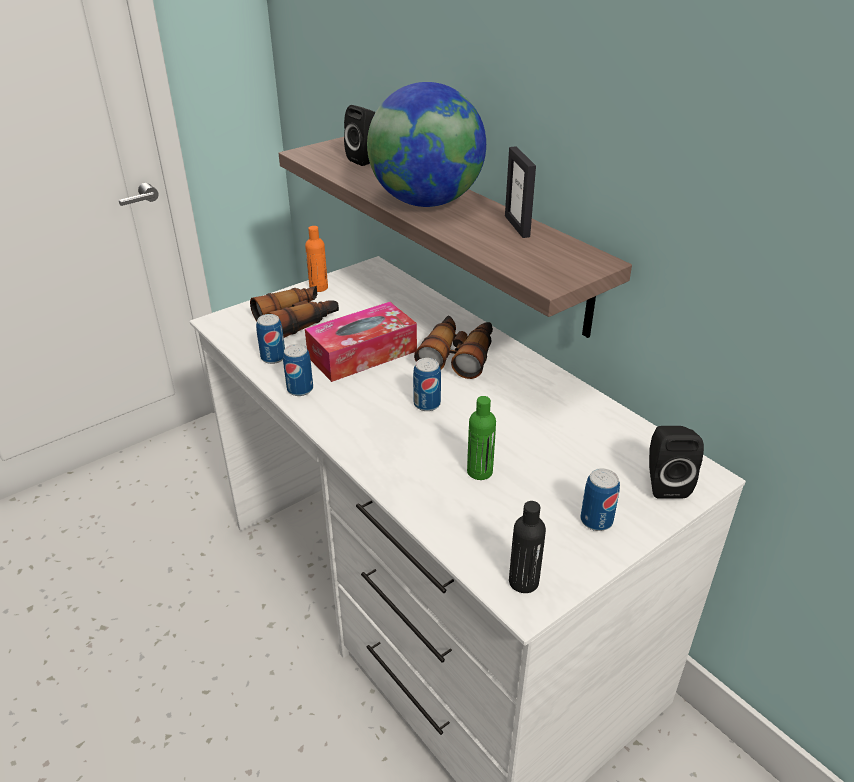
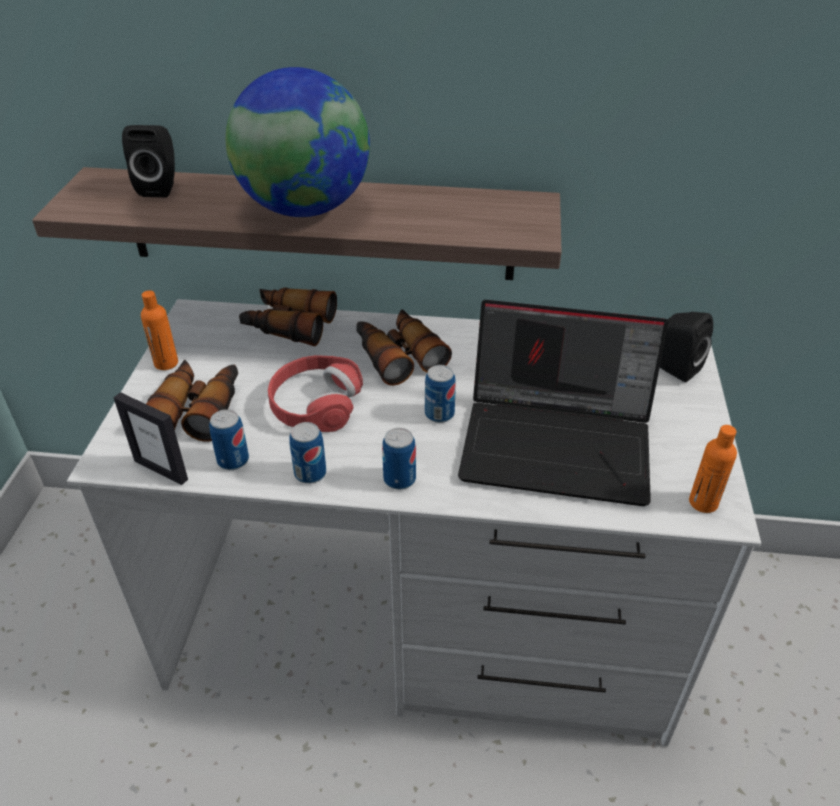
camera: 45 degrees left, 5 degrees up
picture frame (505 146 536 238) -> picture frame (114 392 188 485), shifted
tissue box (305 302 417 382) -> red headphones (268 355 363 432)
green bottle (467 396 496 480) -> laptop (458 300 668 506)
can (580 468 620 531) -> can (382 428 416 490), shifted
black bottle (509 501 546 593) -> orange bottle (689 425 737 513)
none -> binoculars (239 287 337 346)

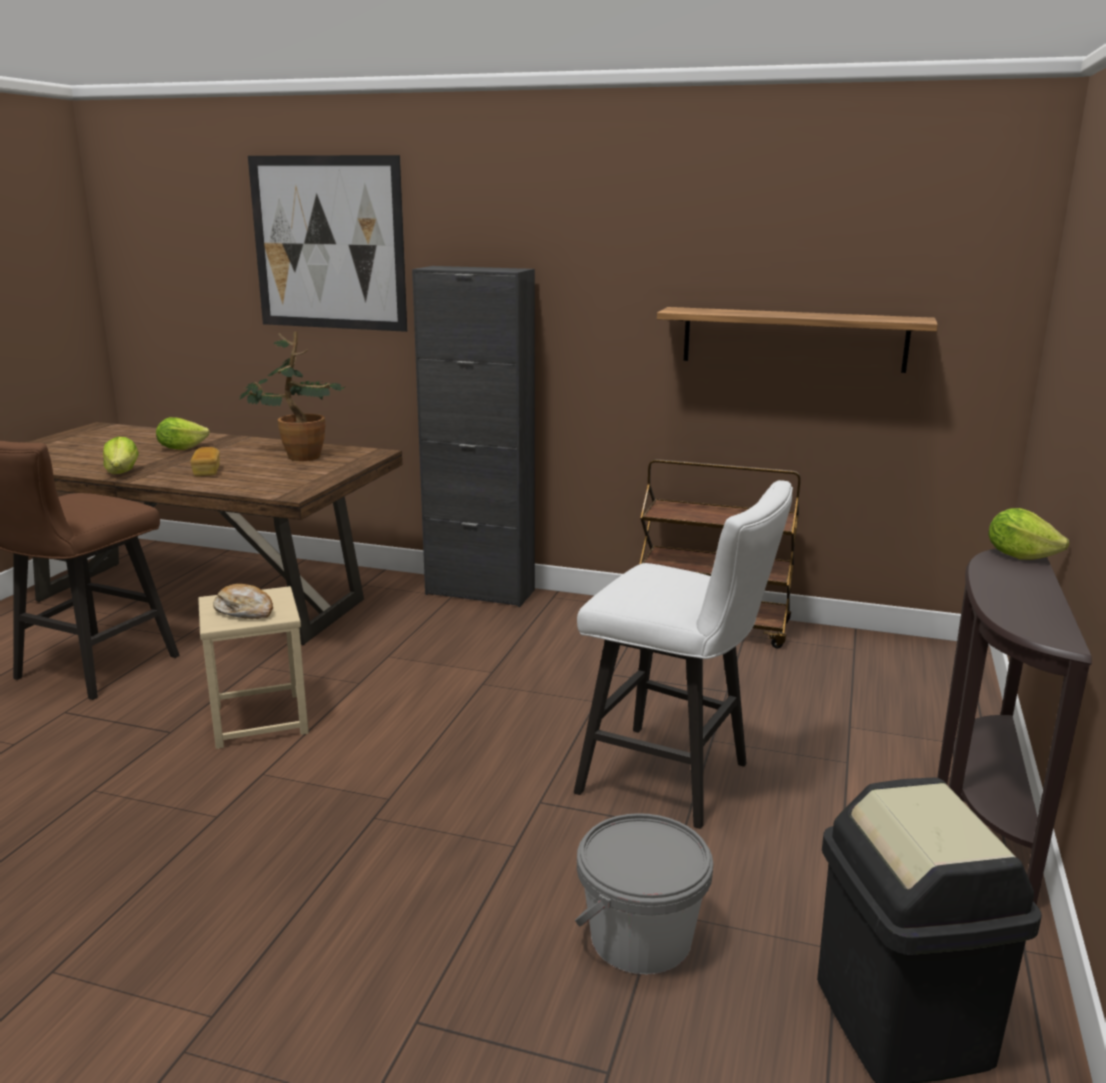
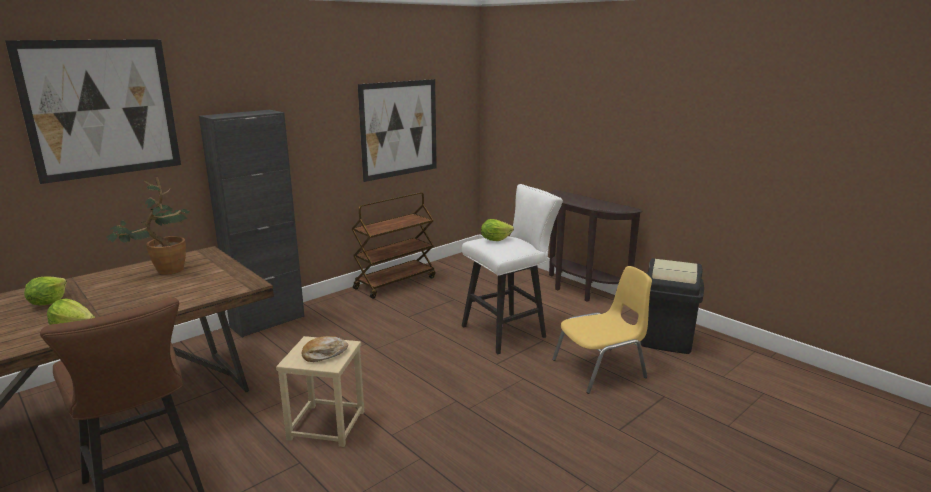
camera: 60 degrees left, 0 degrees up
shelf (657 307 938 373) -> picture (358 79 437 182)
bread (190 447 220 476) -> none
lettuce (988 508 1069 560) -> lettuce (481 219 514 241), shifted
grey bucket (575 813 713 974) -> yellow chair (552 266 652 394)

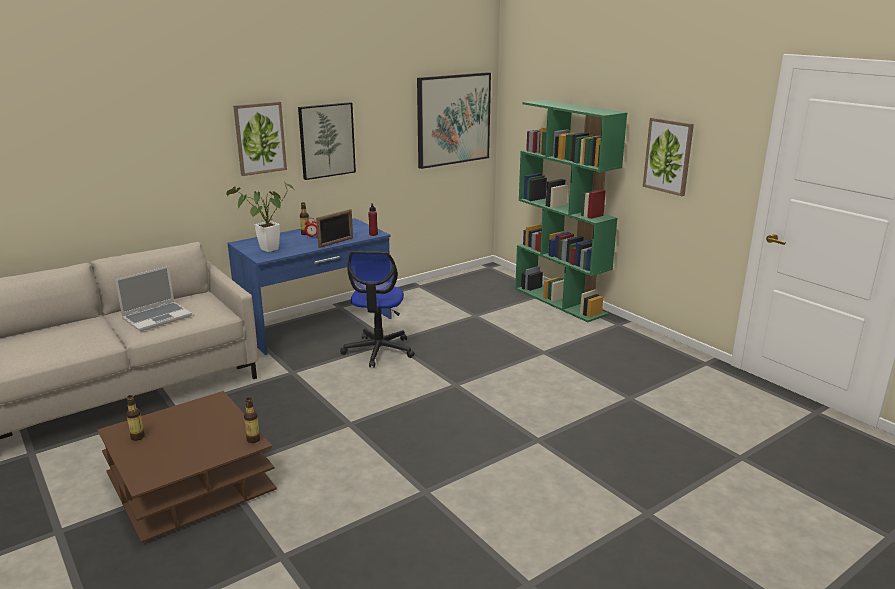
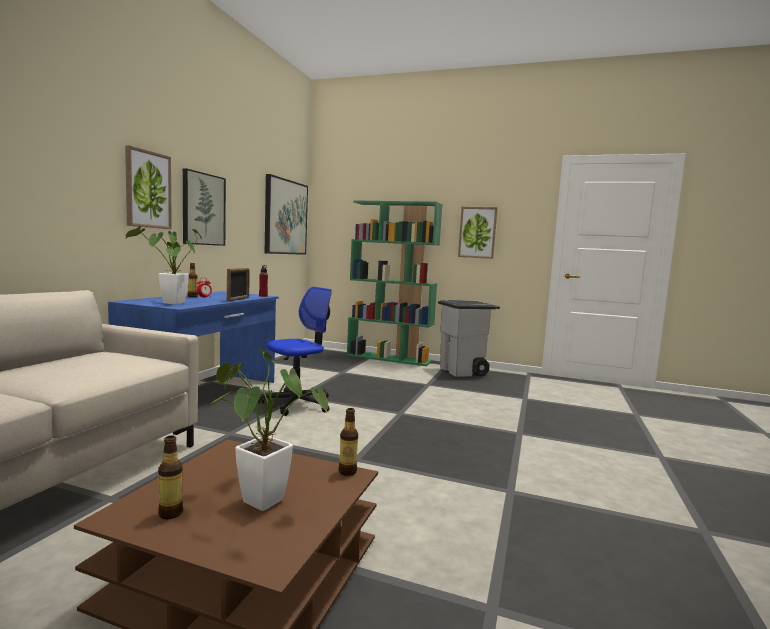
camera: 35 degrees left, 15 degrees down
office chair (340 251 415 368) -> office chair (258 287 332 416), 105 degrees counterclockwise
laptop (115 266 192 331) -> none
none -> grey trash can (438 300 500 377)
none -> potted plant (206 347 328 511)

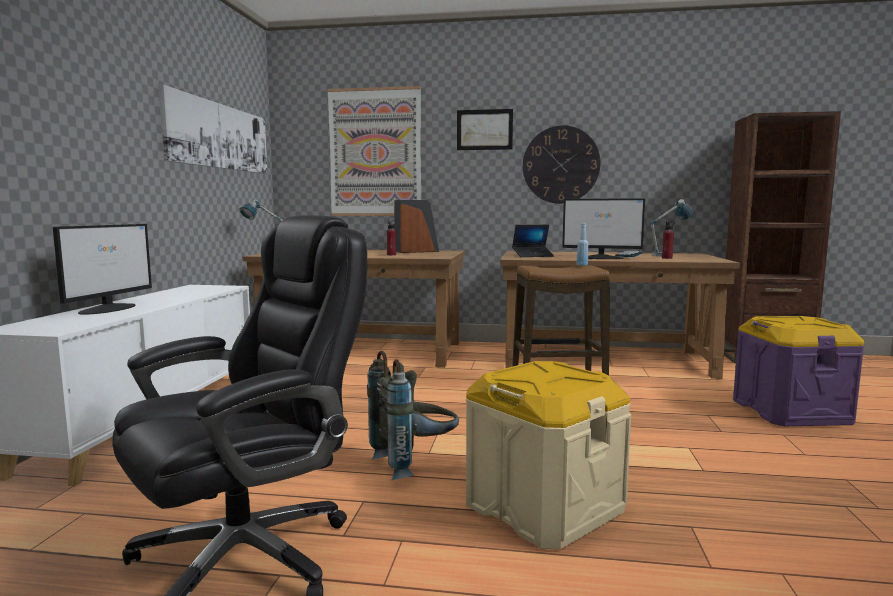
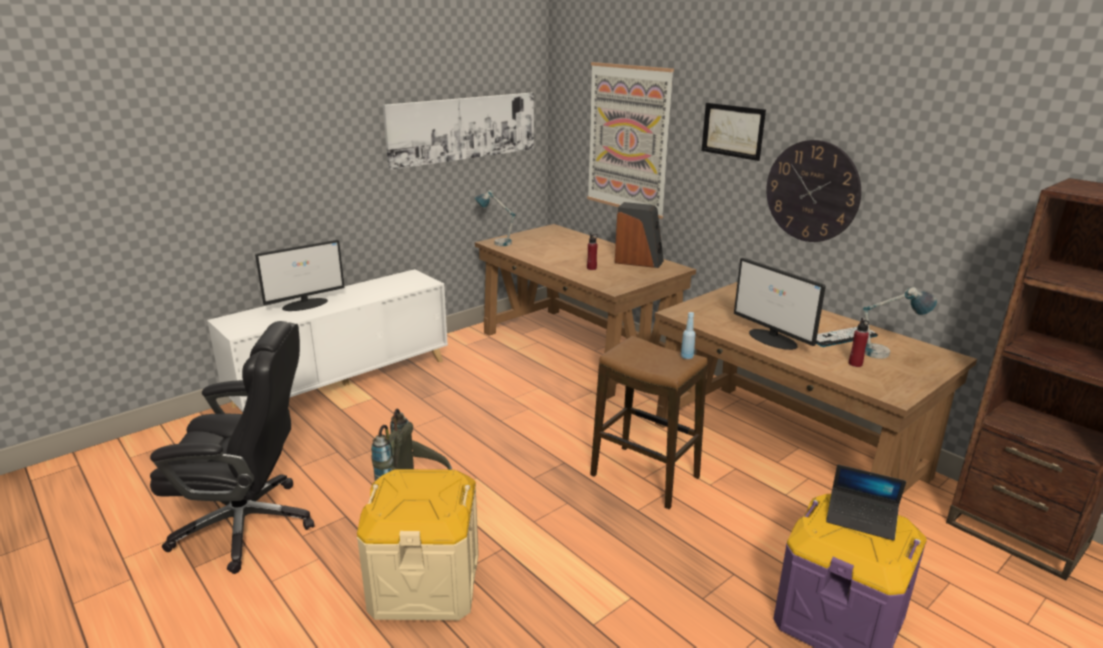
camera: 40 degrees right, 15 degrees up
laptop (512 225 554 257) -> laptop (826 464 906 541), shifted

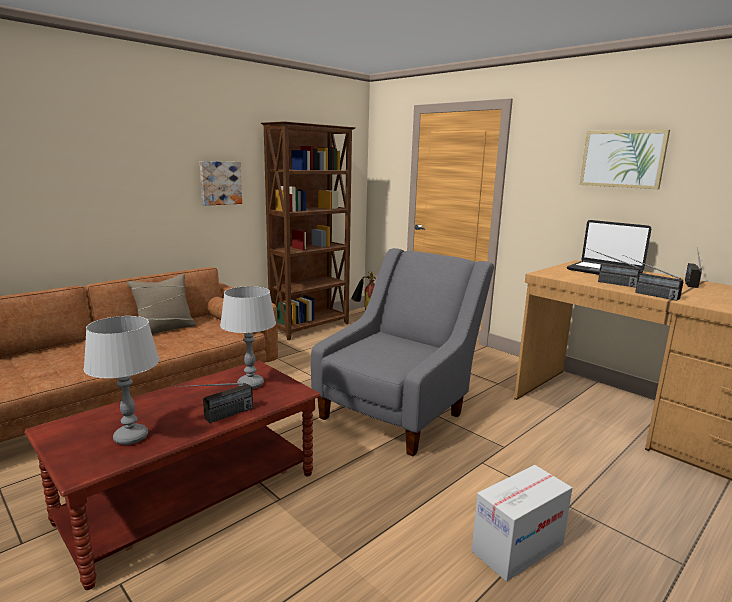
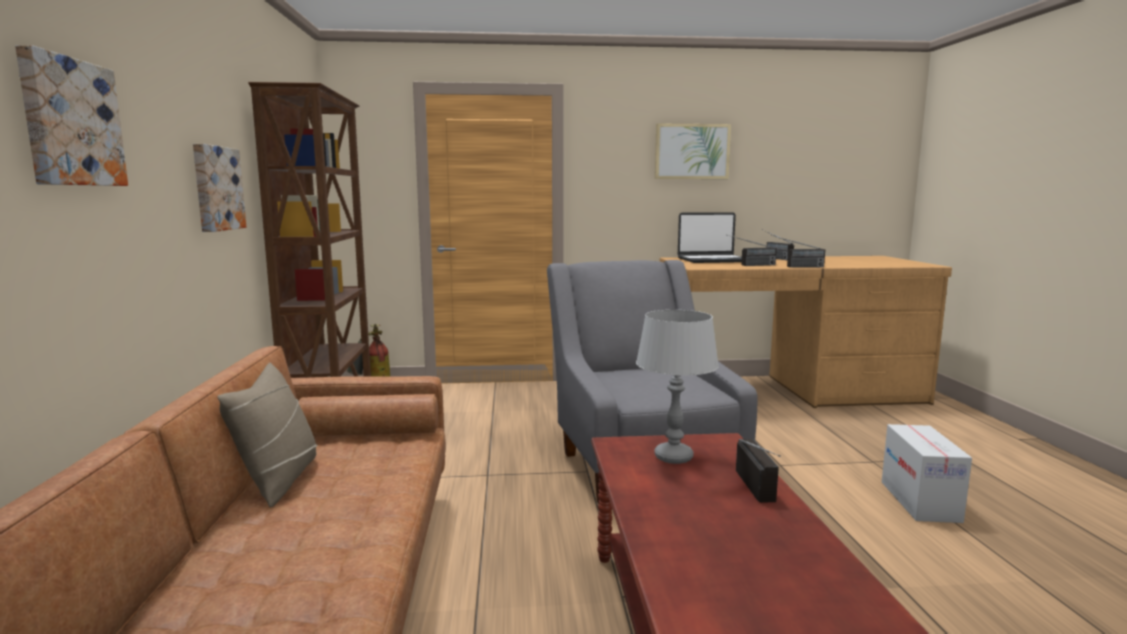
camera: 50 degrees left, 5 degrees down
grey table lamp (83 316 160 445) -> none
none -> picture (15 45 128 186)

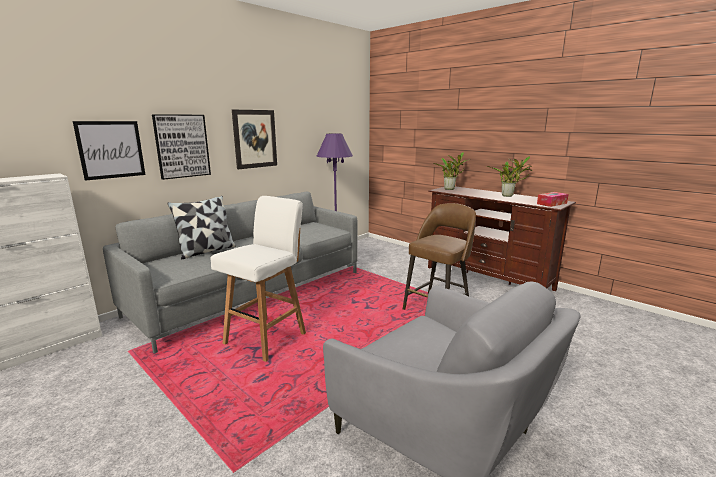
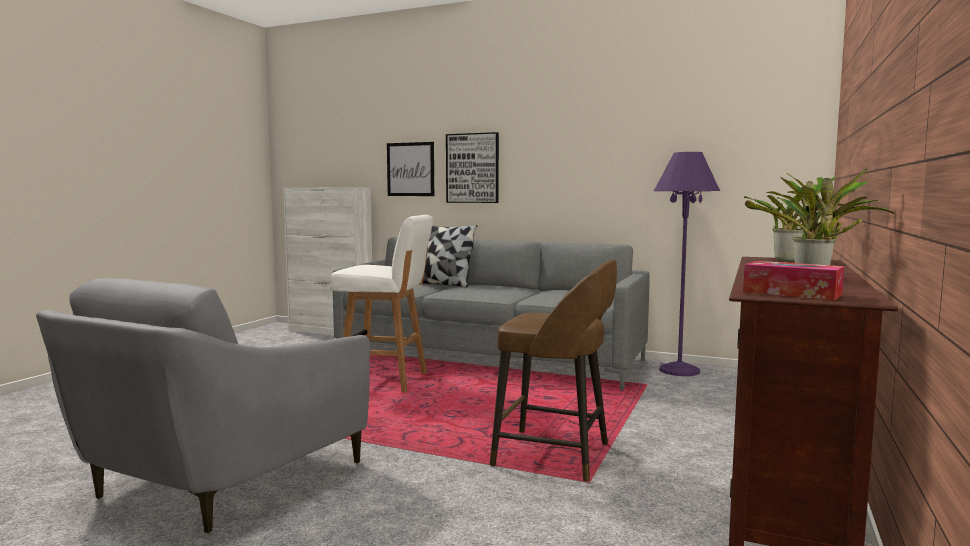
camera: 70 degrees right, 10 degrees down
picture (232 110 277 169) -> none

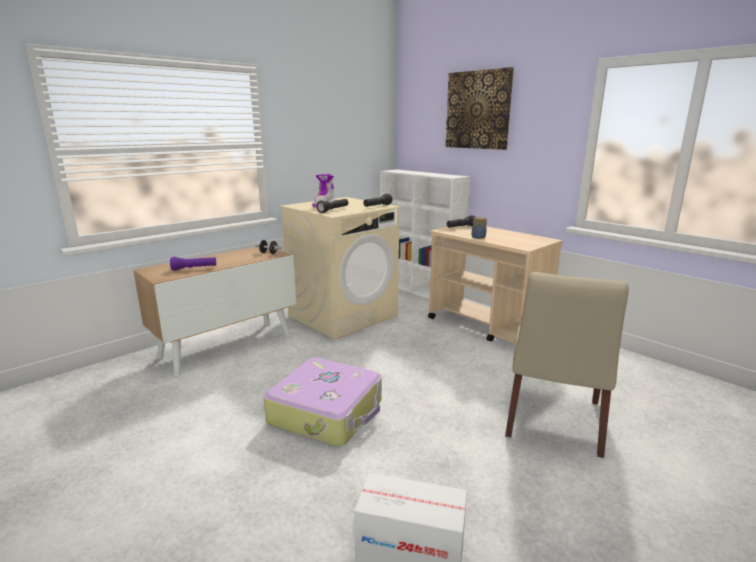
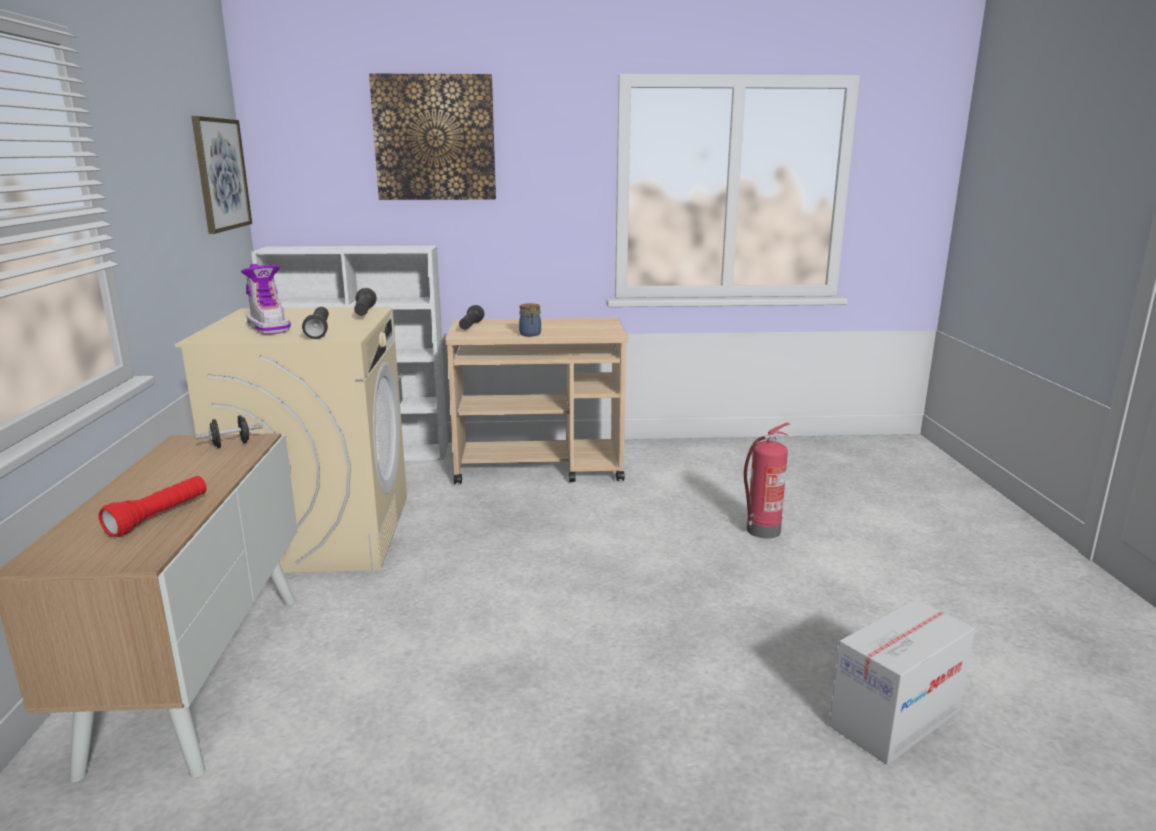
camera: 50 degrees left, 0 degrees up
purple flashlight (170 257 216 271) -> red flashlight (99 476 207 537)
beige chair (505 272 629 458) -> fire extinguisher (744 423 790 539)
suitcase (264 358 382 447) -> none
none -> picture (192 116 252 234)

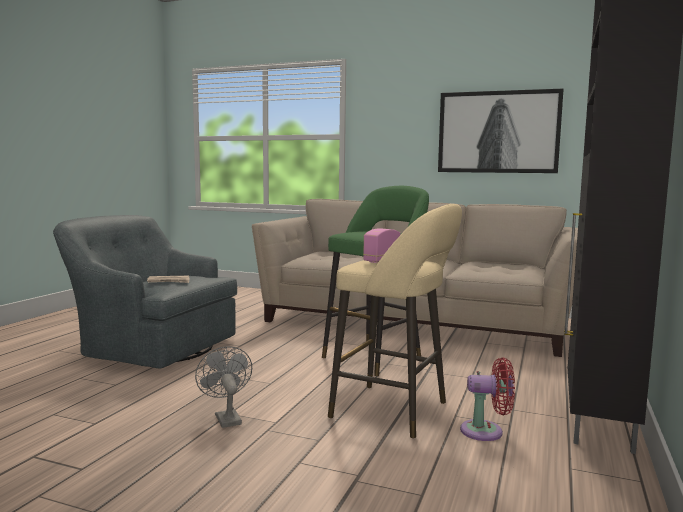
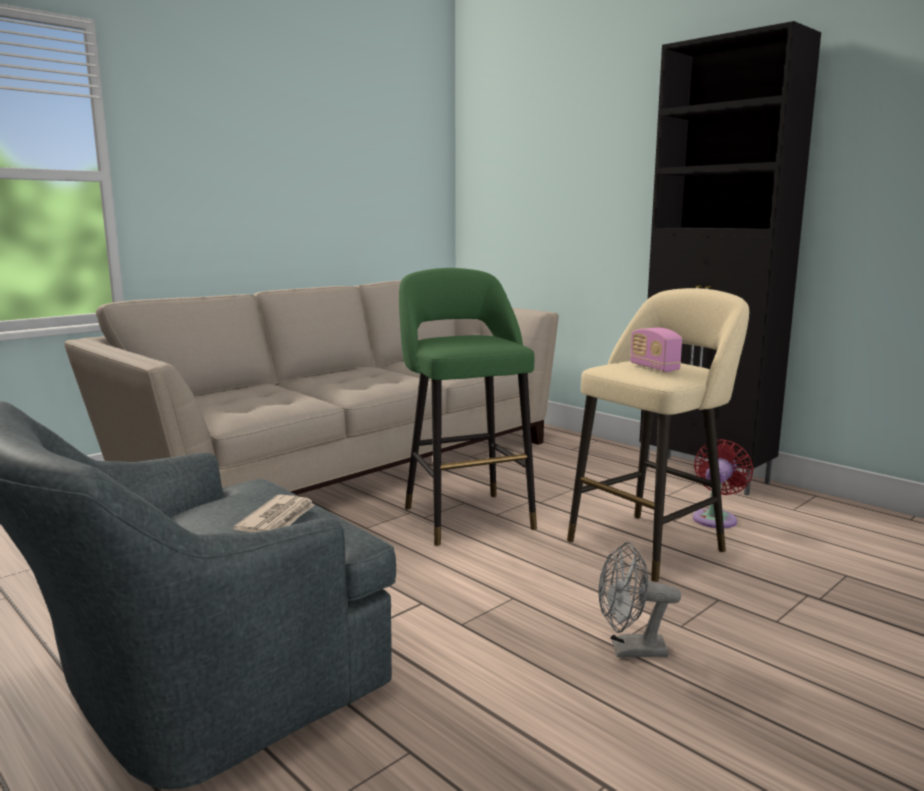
camera: 65 degrees left, 5 degrees up
picture (438 88 564 173) -> none

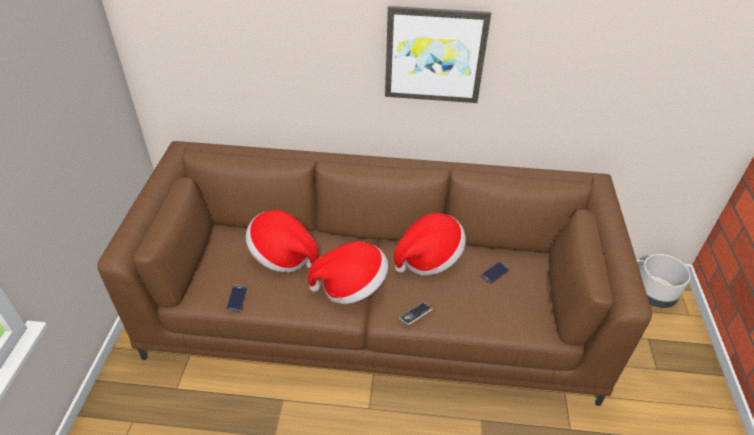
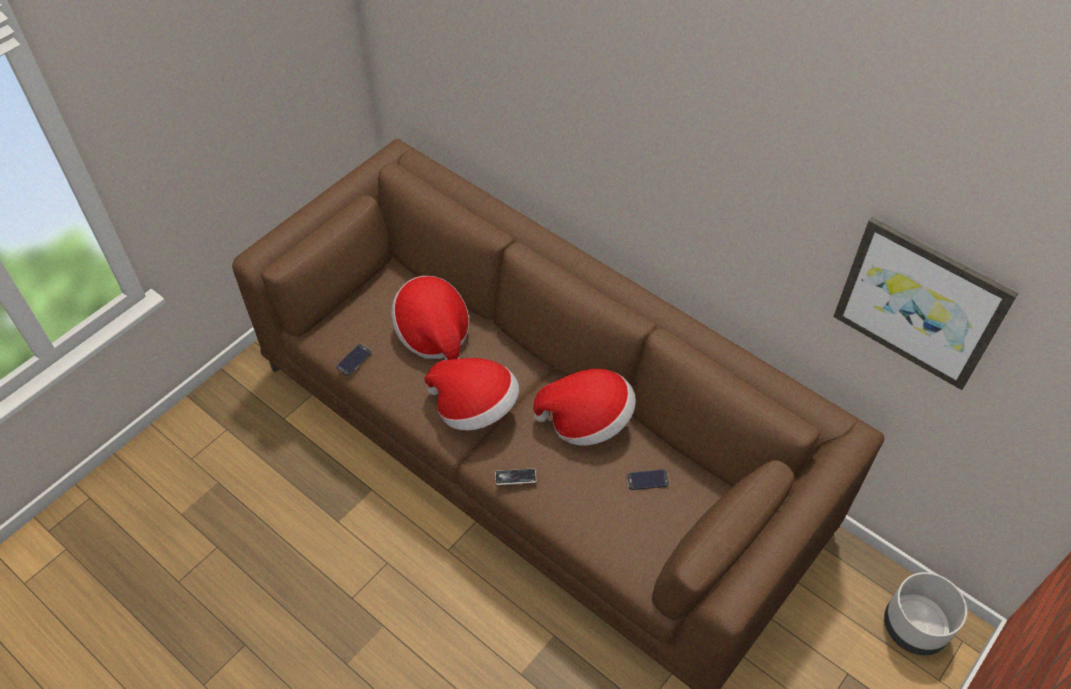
camera: 35 degrees right, 10 degrees up
picture (385 6 491 103) -> picture (833 217 1018 390), shifted

